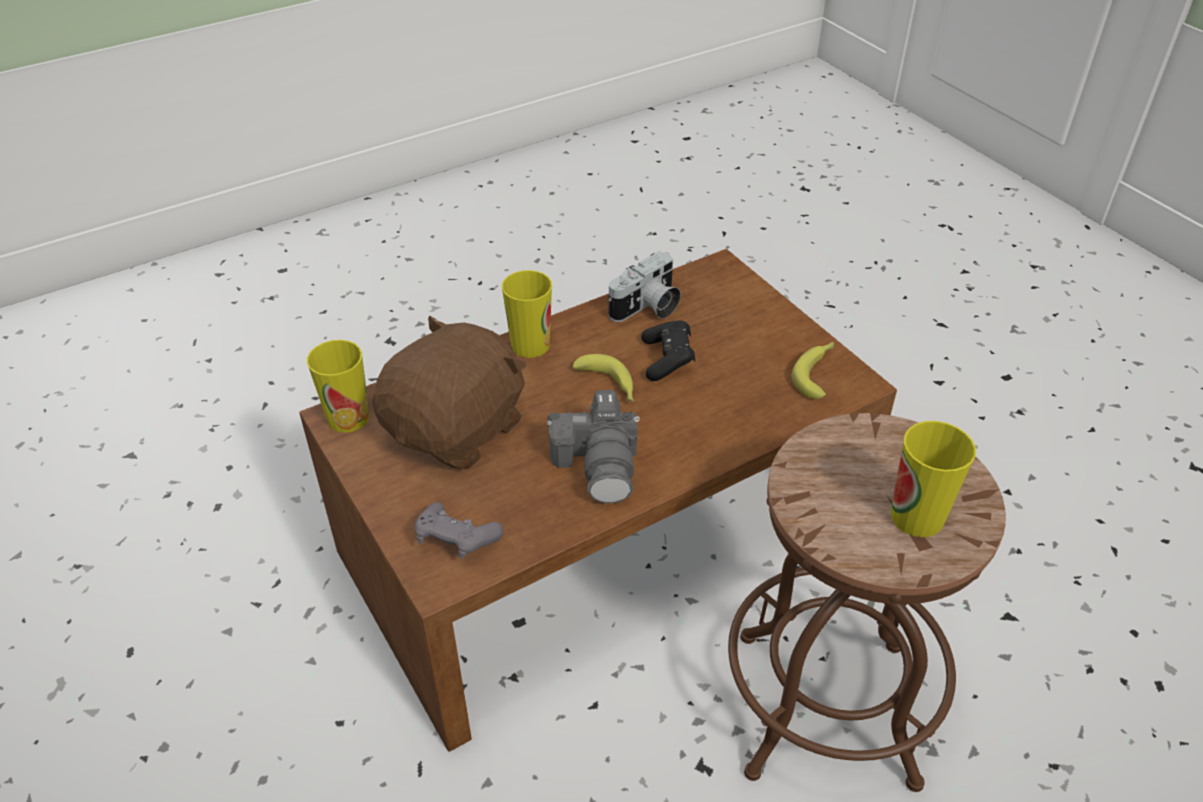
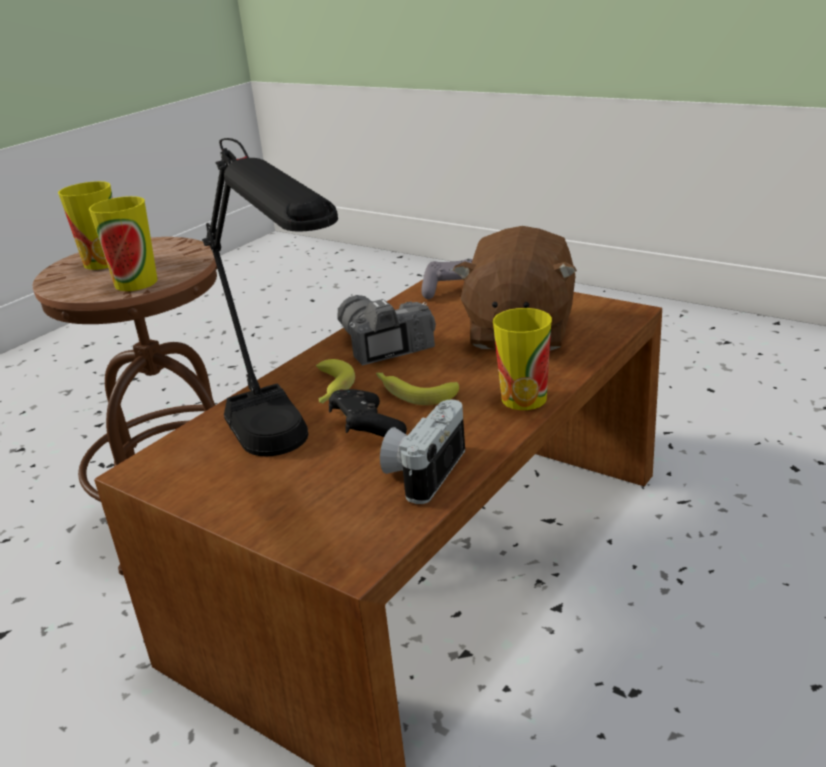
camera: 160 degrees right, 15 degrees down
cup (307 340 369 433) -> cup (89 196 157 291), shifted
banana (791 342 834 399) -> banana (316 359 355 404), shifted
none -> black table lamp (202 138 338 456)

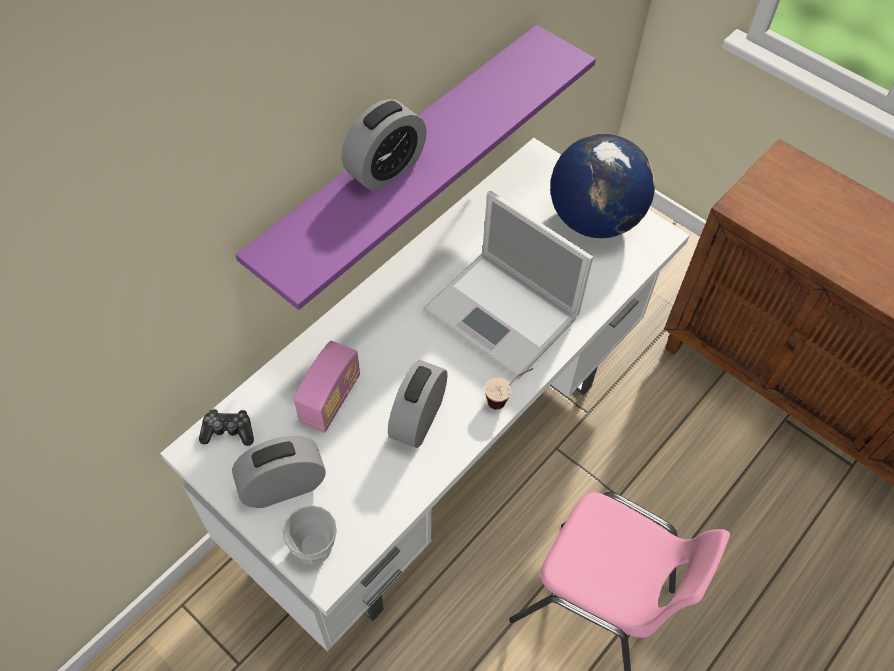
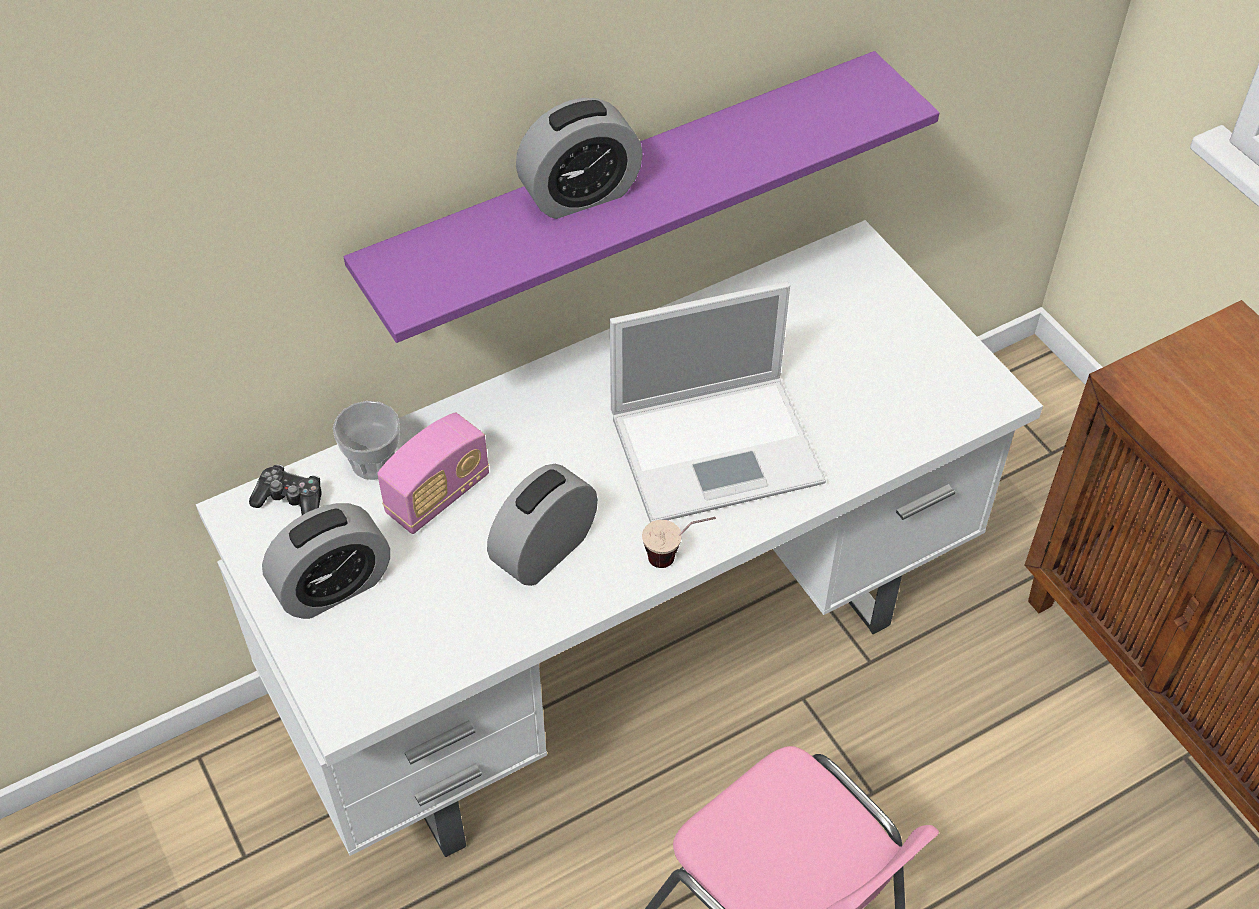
camera: 20 degrees right, 5 degrees down
globe (550 133 655 238) -> none
laptop (423 191 593 379) -> laptop (610 281 826 522), 75 degrees counterclockwise
alarm clock (232 436 326 508) -> alarm clock (262 503 390 619), 150 degrees clockwise
cup (283 505 337 564) -> cup (333 401 400 480), shifted

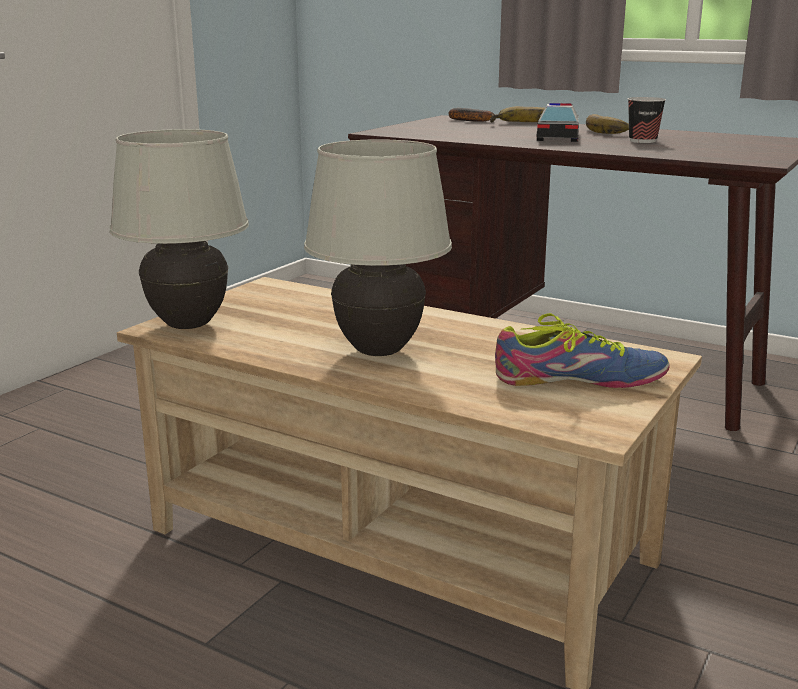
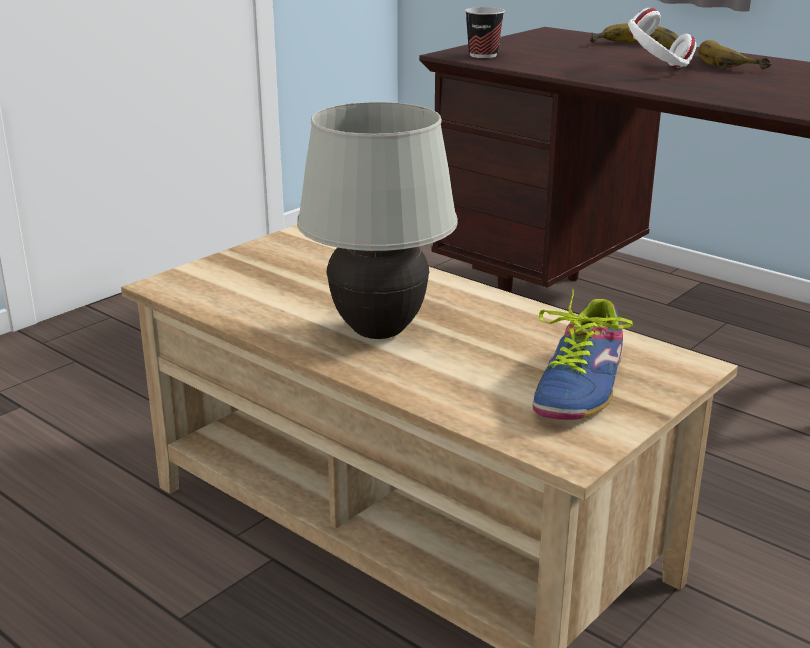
camera: 10 degrees right, 5 degrees up
cup (628 97 666 143) -> cup (465 7 505 58), shifted
toy car (537 103 579 142) -> white headphones (628 8 697 68)
banana (449 108 494 122) -> none
white table lamp (110 129 249 329) -> none
shoe (495 313 670 388) -> shoe (533 289 633 420), 105 degrees clockwise

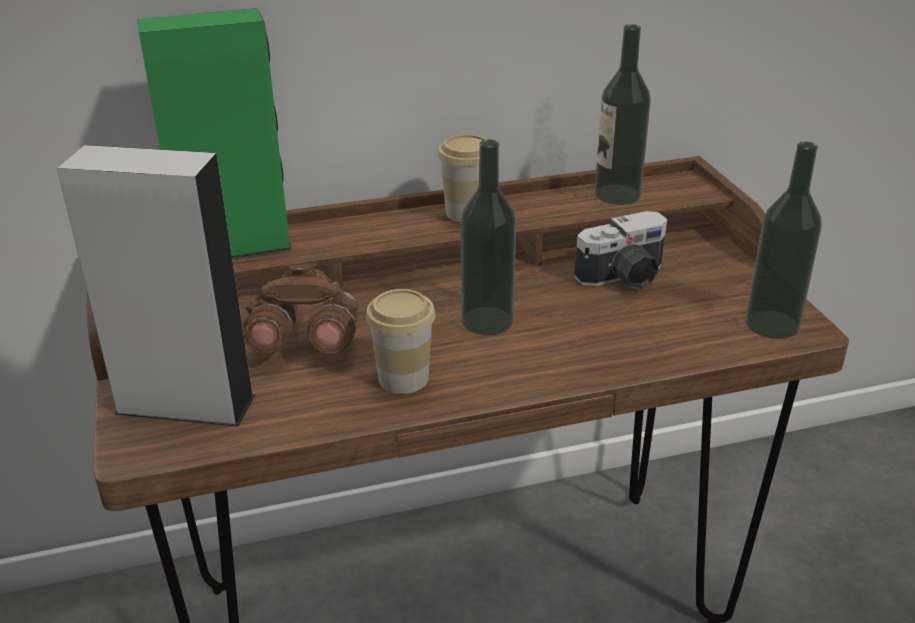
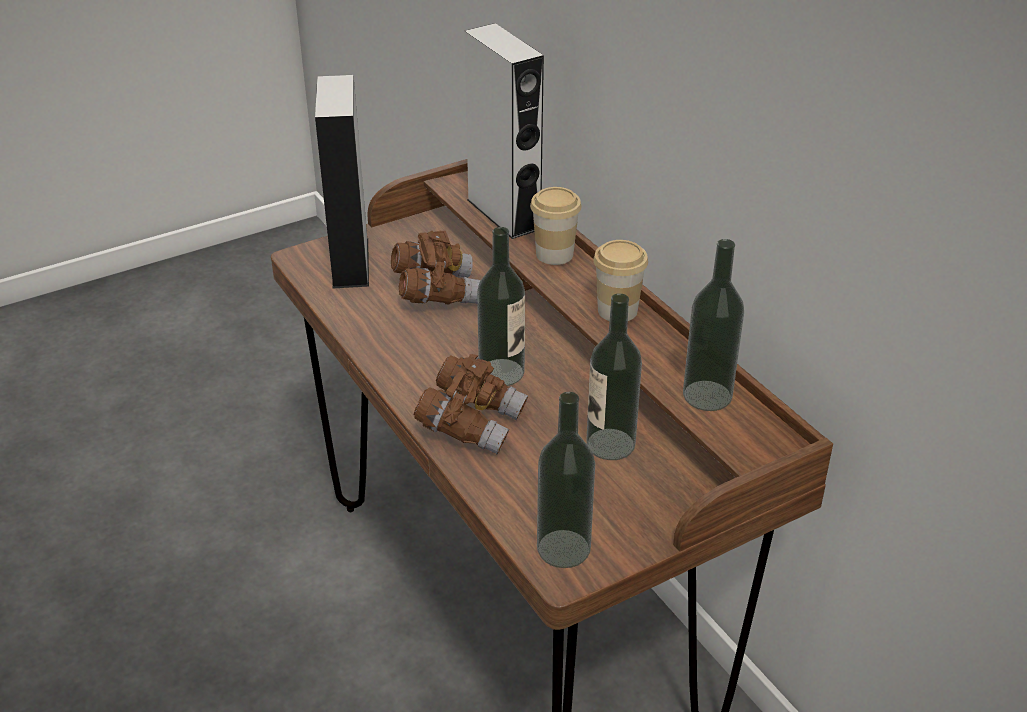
camera: 75 degrees right, 5 degrees up
green speaker (137 8 292 258) -> grey speaker (464 23 544 239)
photo camera (574 211 667 289) -> bottle (586 293 642 460)
cup (366 289 436 394) -> cup (530 187 582 265), shifted
none -> brown binoculars (413 354 528 454)

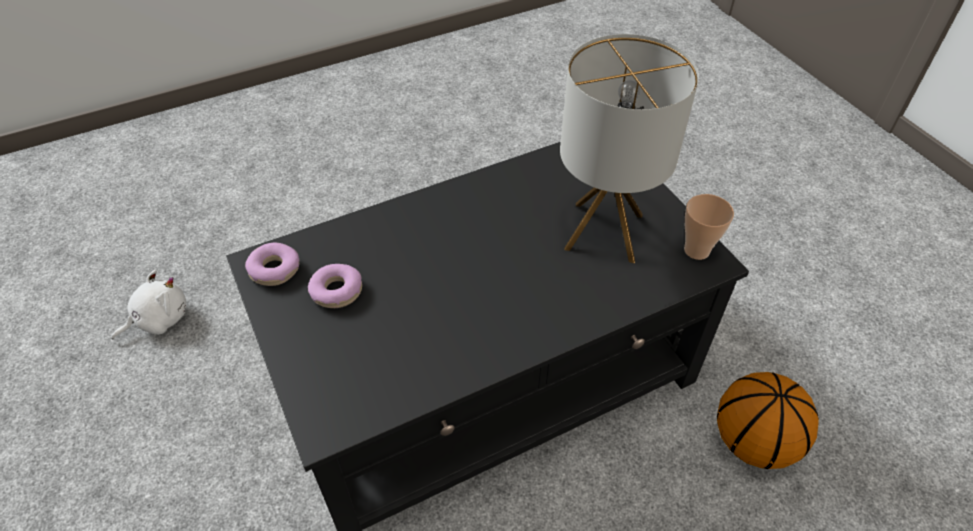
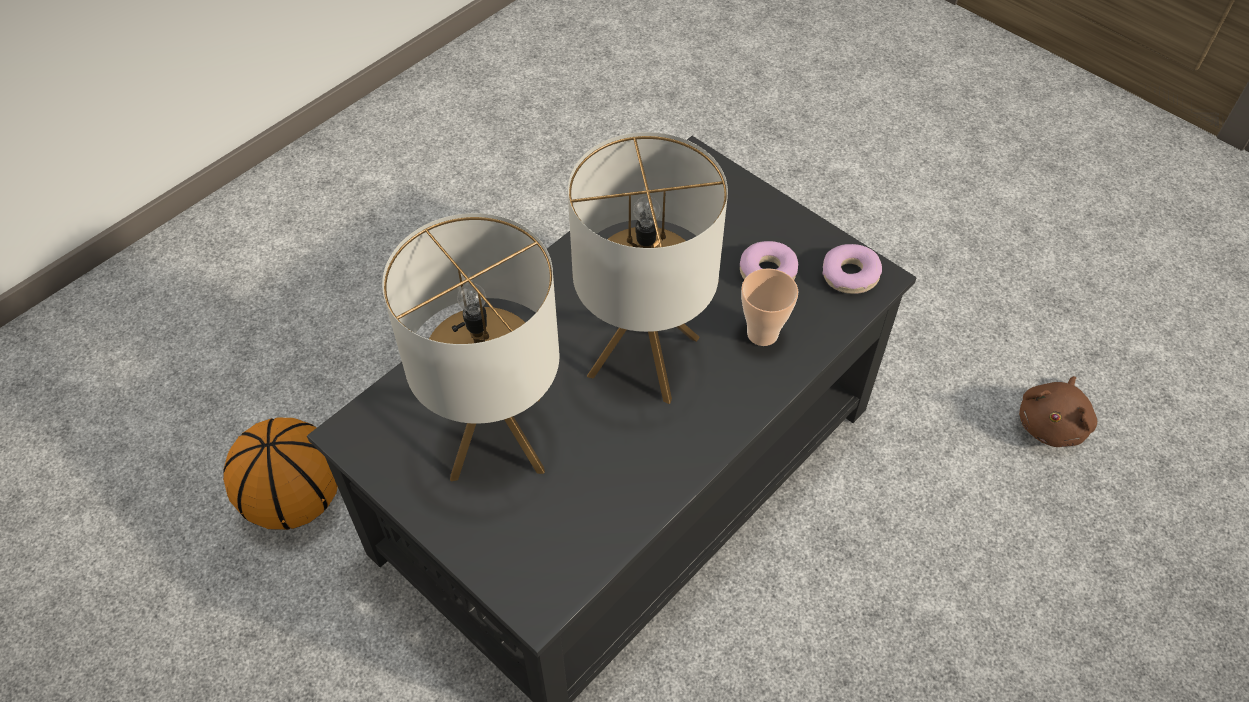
camera: 160 degrees right, 5 degrees up
cup (684 194 734 260) -> cup (741 268 798 346), shifted
white plush toy (111 270 186 340) -> brown plush toy (1019 376 1097 447)
none -> table lamp (568 132 728 404)

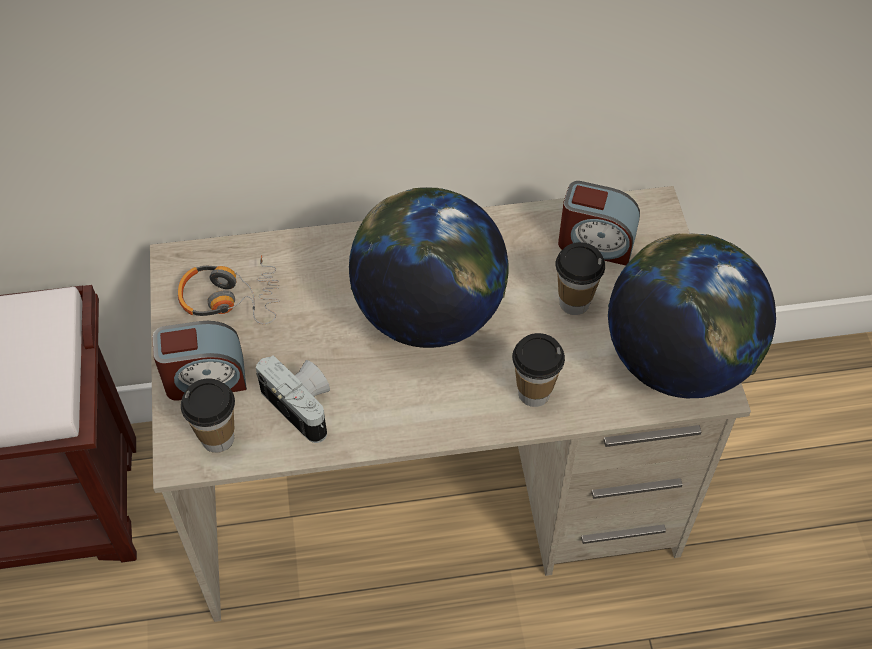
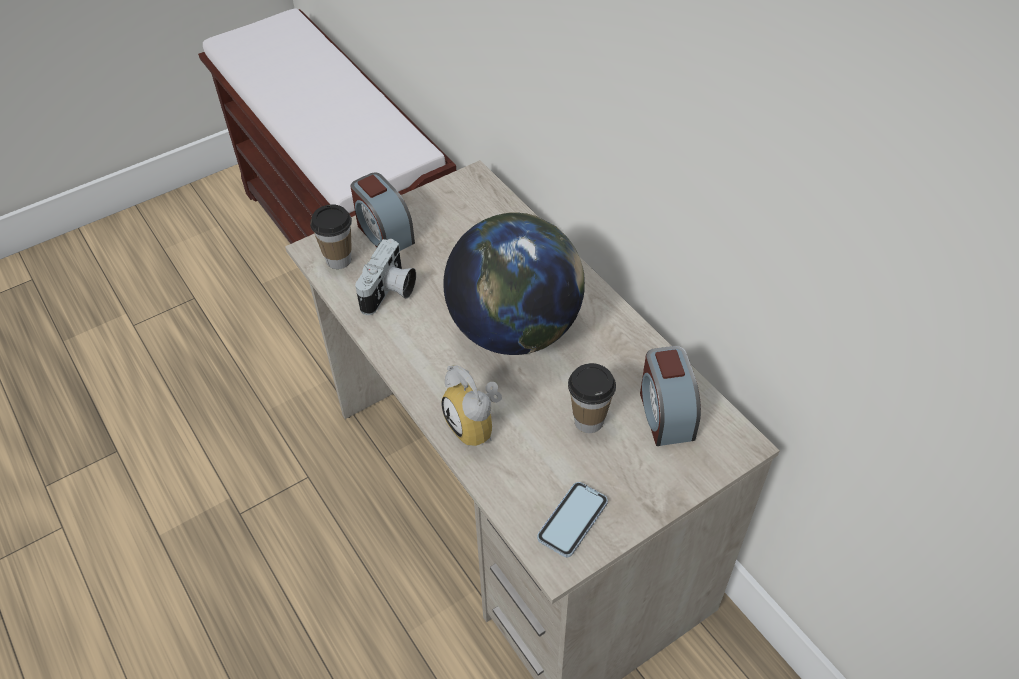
camera: 65 degrees right, 5 degrees down
globe (608 233 776 398) -> phone (537 482 608 557)
headphones (178 255 280 324) -> none
cup (512 333 565 407) -> alarm clock (441 365 502 447)

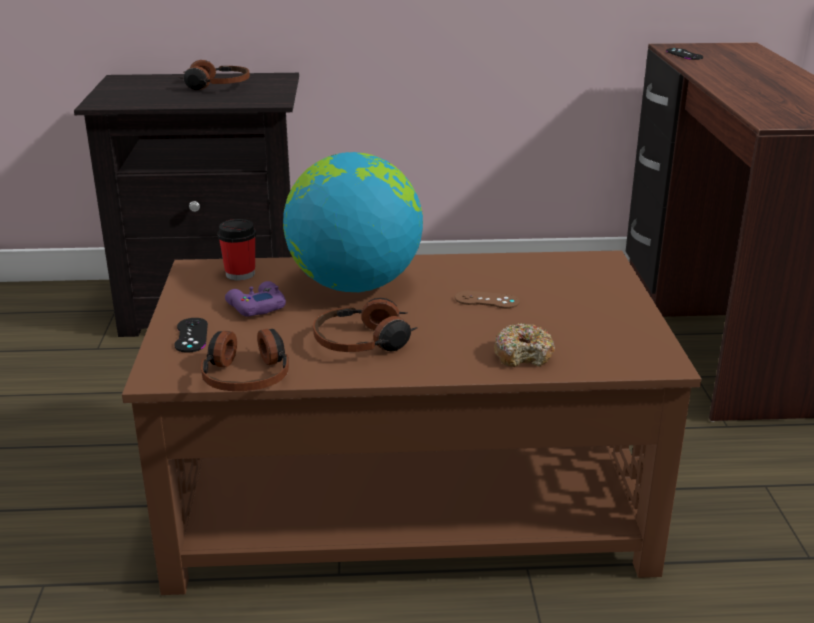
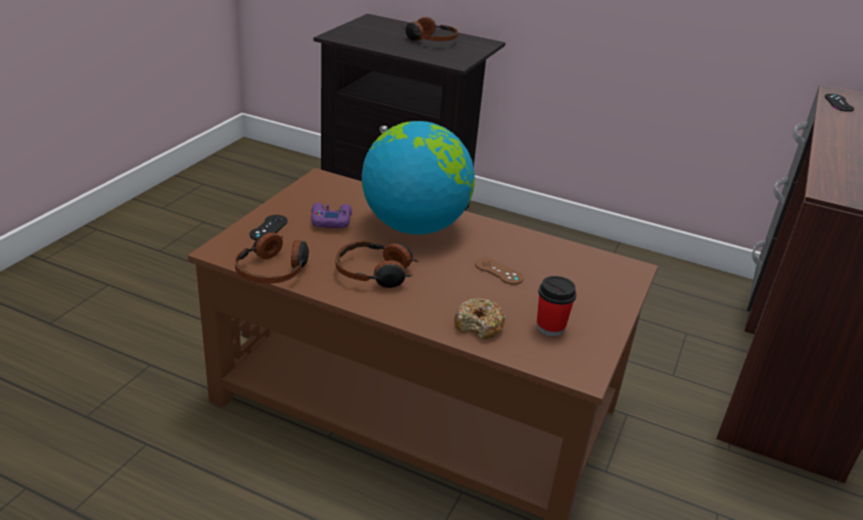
camera: 25 degrees right, 5 degrees up
cup (217 219 256 280) -> cup (537 276 577 337), shifted

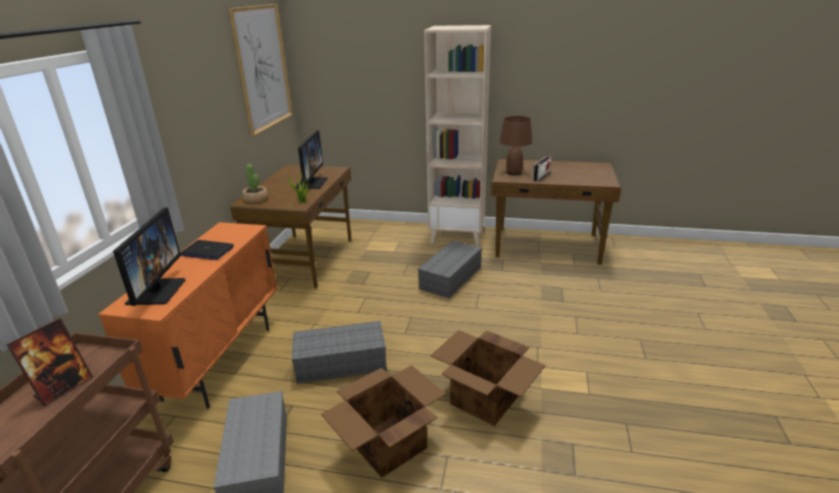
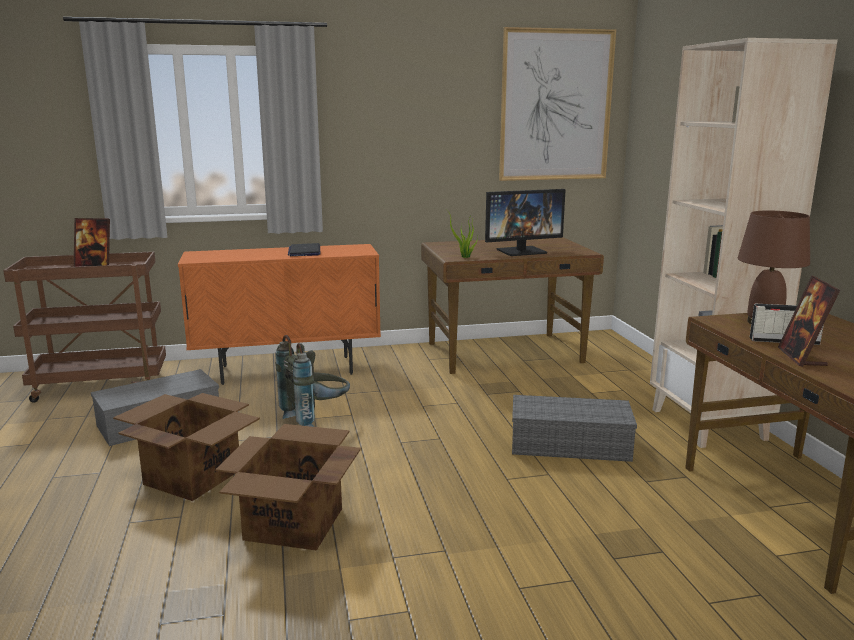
camera: 65 degrees right, 10 degrees down
potted plant (242 164 268 203) -> none
monitor (113 207 185 306) -> none
grey storage box (292 321 387 384) -> grey backpack (275 335 350 427)
none -> picture frame (778 276 840 367)

